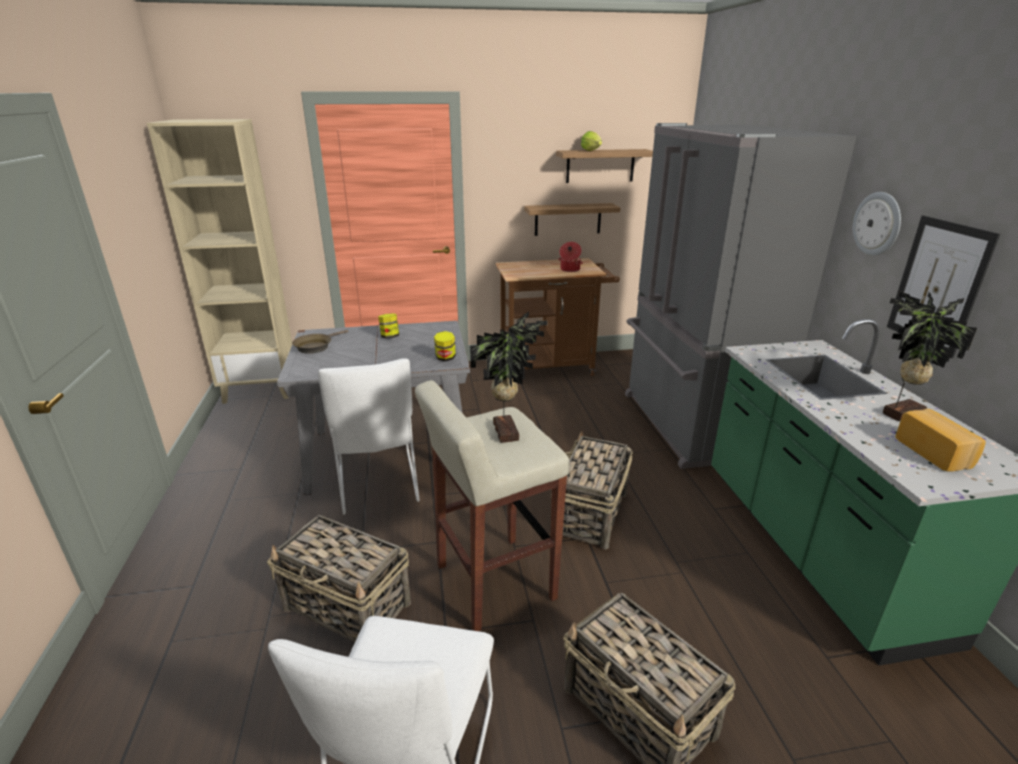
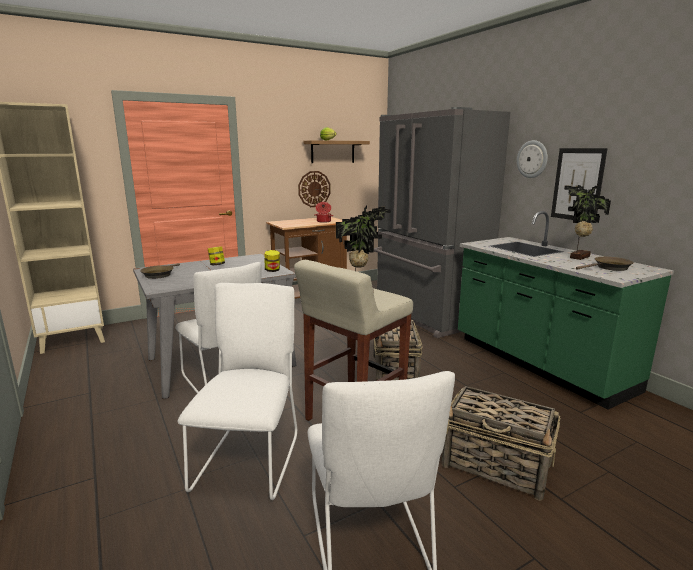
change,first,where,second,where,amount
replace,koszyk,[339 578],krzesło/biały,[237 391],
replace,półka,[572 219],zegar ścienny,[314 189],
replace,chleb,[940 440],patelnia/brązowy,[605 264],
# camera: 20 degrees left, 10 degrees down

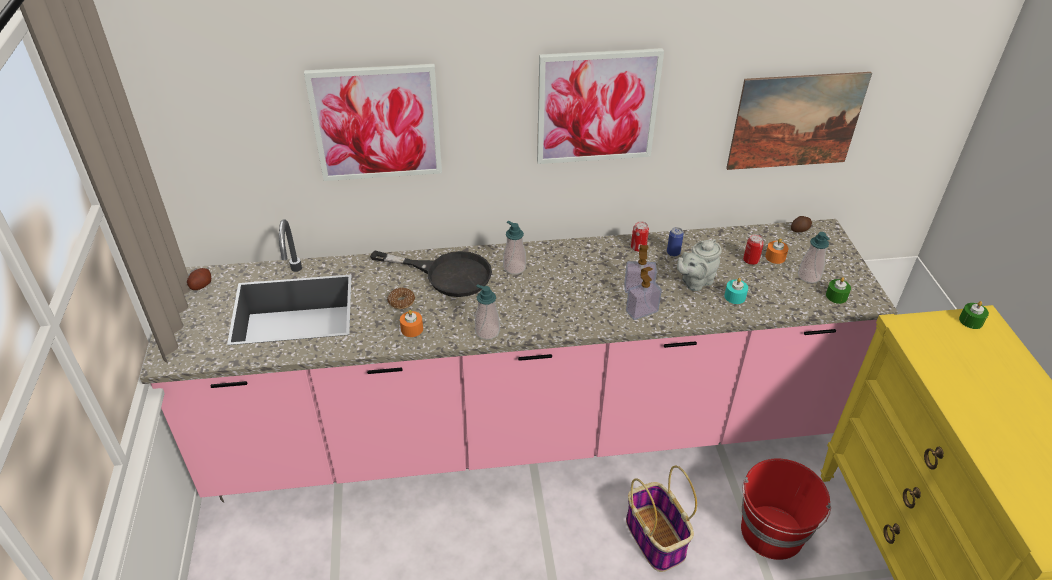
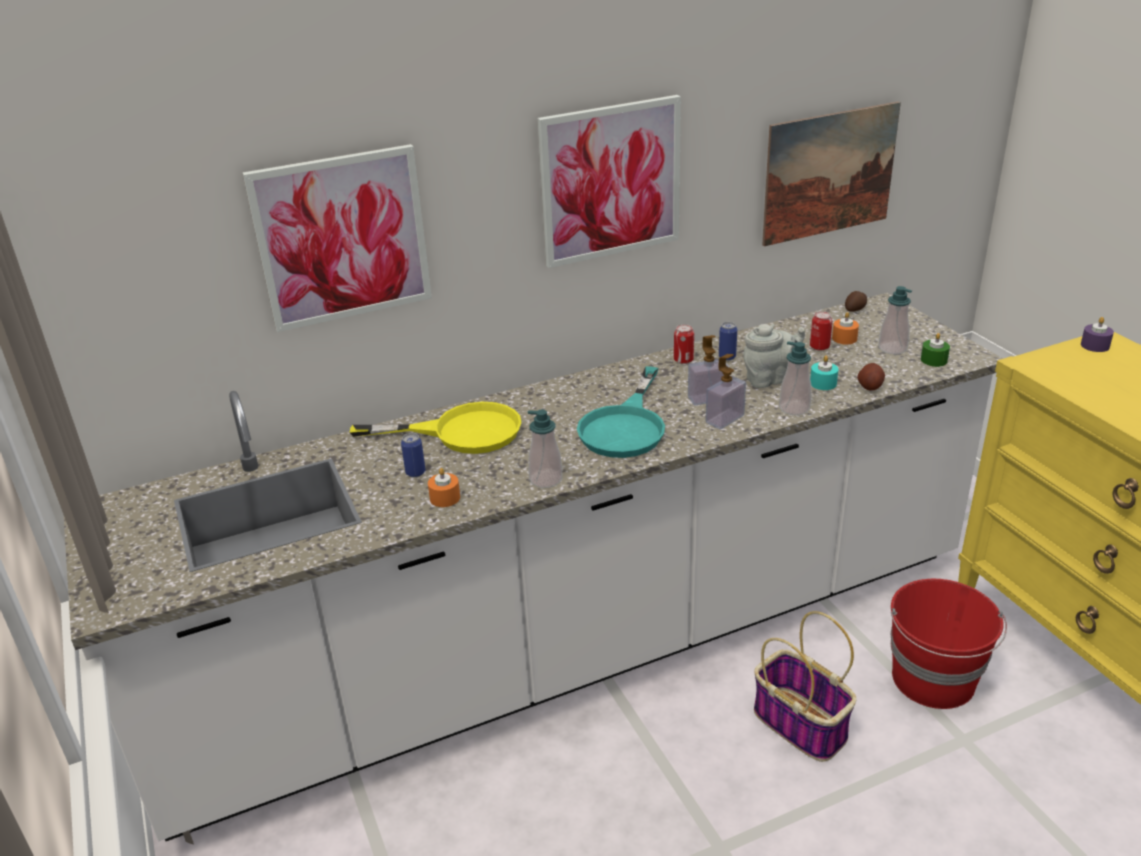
change,first,where,second,where,amount
recolor,zabudowa kuchenna/różowy,[519 358],zabudowa kuchenna/biały,[533 567],
move,ziemniak,[199 279],,[871 377],
recolor,patelnia/czarny,[431 273],patelnia/żółty,[436 428],
replace,donut,[401 298],puszka,[413 455],
move,dozownik mydła,[514 247],,[795 378],
rotate,imbryk/szary,[699 265],,[774 356],150 degrees counterclockwise
recolor,świeca/zielony,[974 315],świeca/fioletowy,[1097 334],
insert,,,patelnia/turkusowy,[621 412],
# camera: 15 degrees left, 10 degrees down

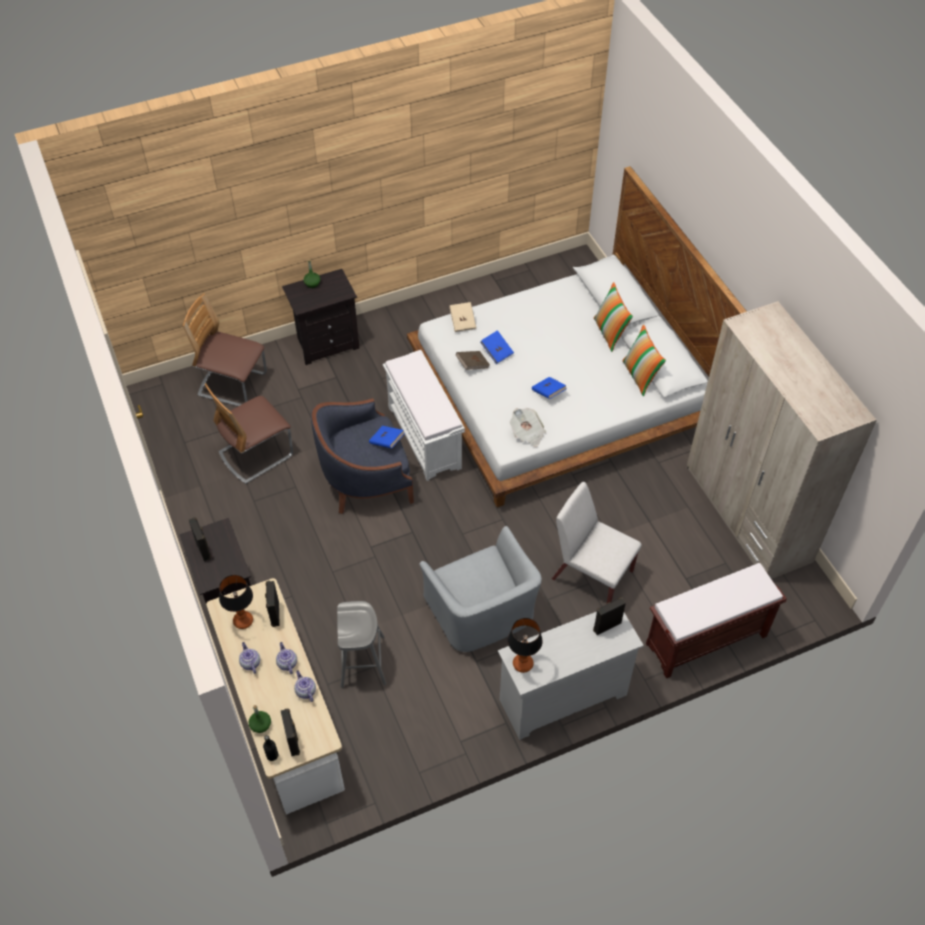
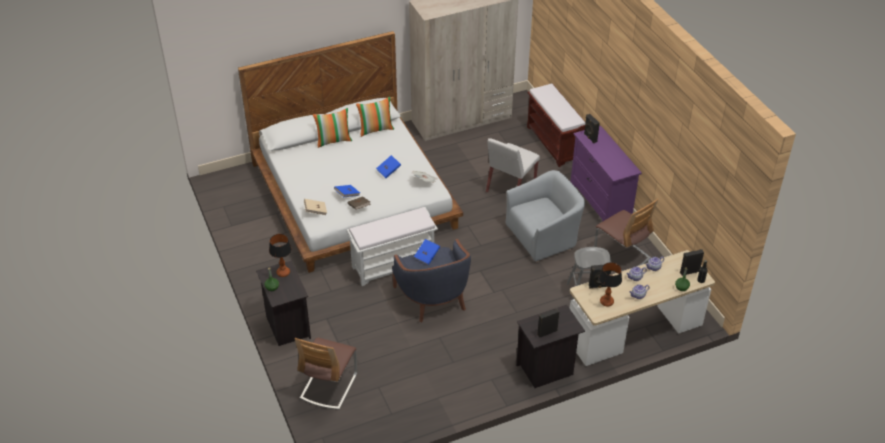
change,first,where,second,where,amount
move,krzesło,[249 433],,[626 235],
recolor,komoda/biały,[571 676],komoda/fioletowy,[606 173],
move,lampa stołowa,[525 645],,[280 255],
# camera: 90 degrees left, 10 degrees down

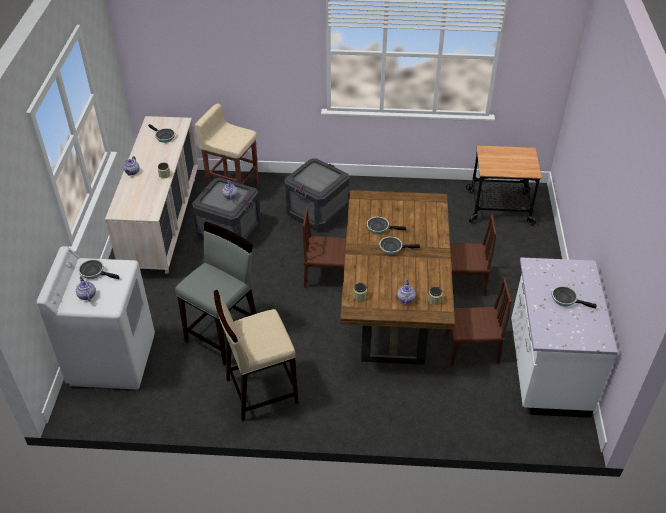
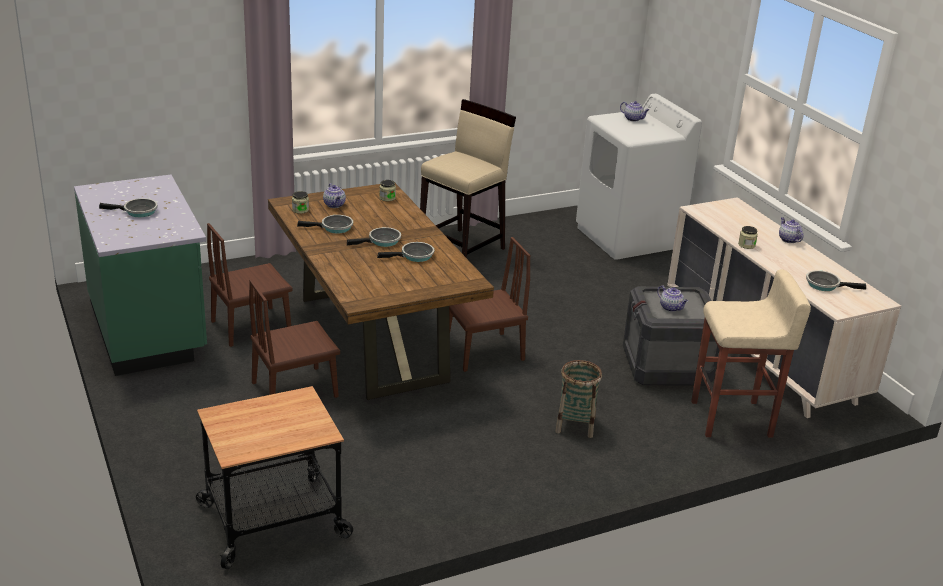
change,first,where,second,where,amount
move,patelnia,[98 269],,[325 224],
delete,stołek/szary,[215 293],,,
replace,skrzynka,[316 194],koszyk,[578 399],
recolor,zabudowa kuchenna/biały,[564 338],zabudowa kuchenna/zielony,[140 275],
# camera: 150 degrees right, 15 degrees down

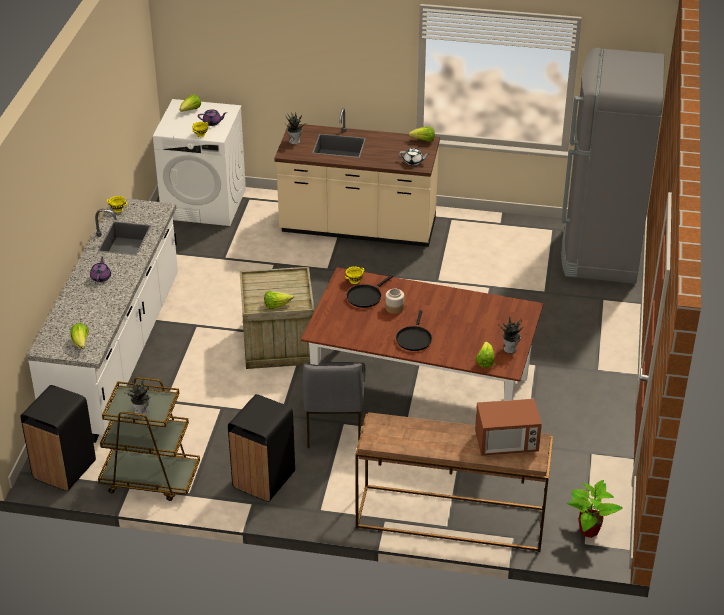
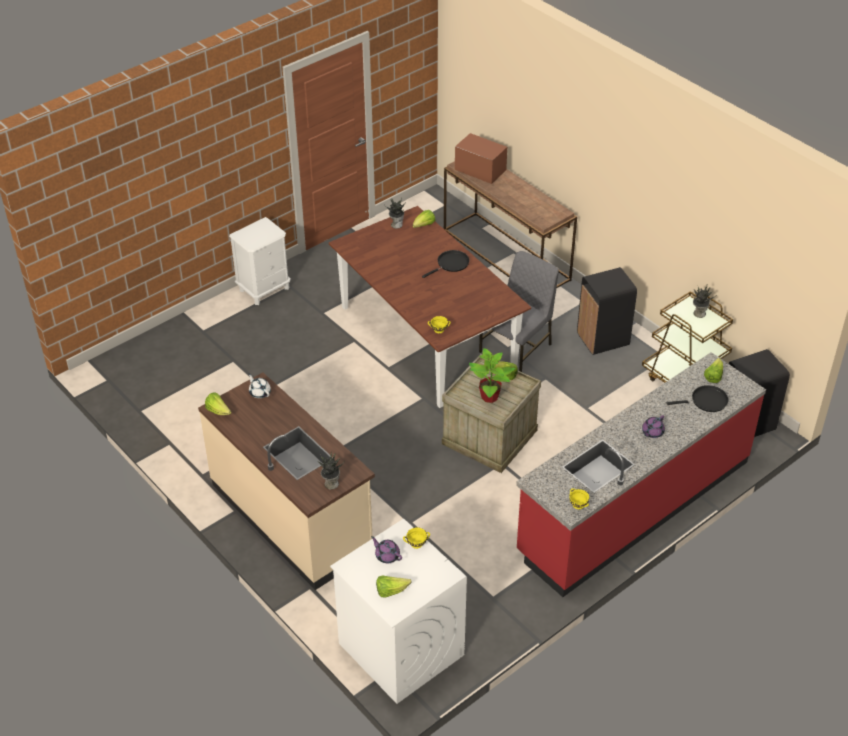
change,first,where,second,where,amount
recolor,zabudowa kuchenna/biały,[102 320],zabudowa kuchenna/czerwony,[641 474],
move,patelnia/czarny,[370 291],,[698 398],
delete,słoik,[394 301],,,
delete,lodówka/szary,[613 166],,,
move,roślina doniczkowa,[595 509],,[492 375],
insert,,,szafka nocna/biały,[260 261],
# camera: 140 degrees left, 5 degrees up

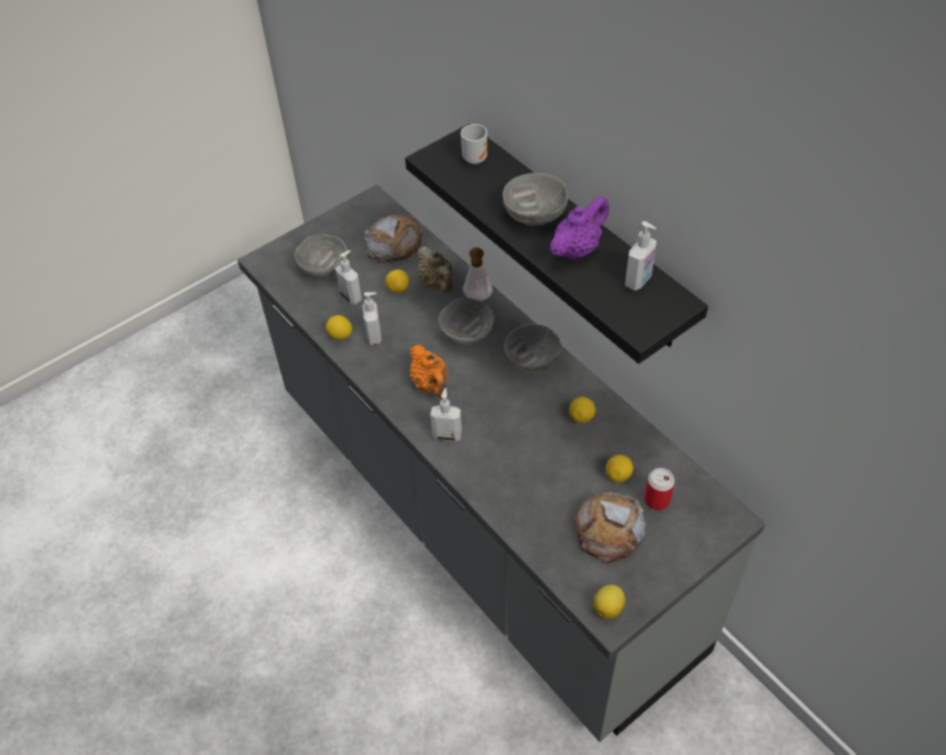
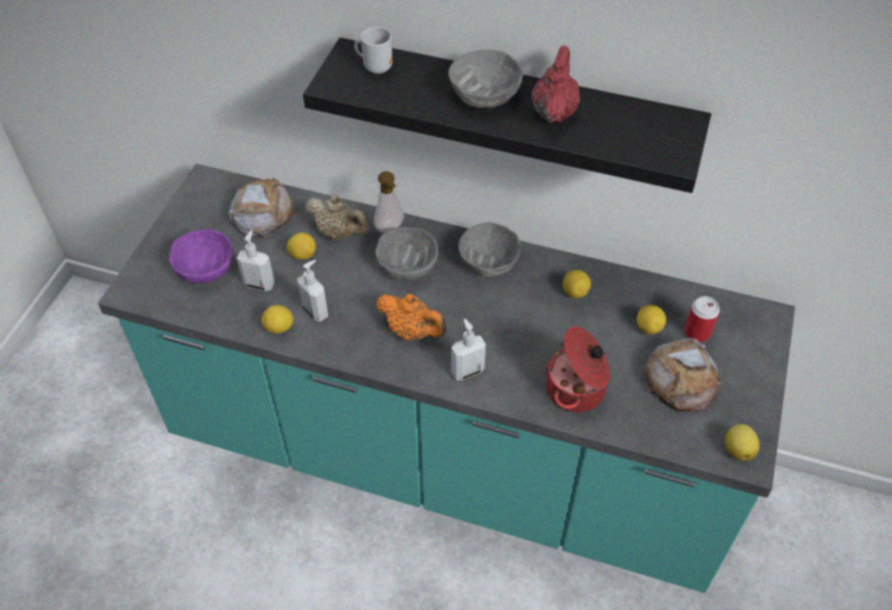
change,first,where,second,where,amount
recolor,zabudowa kuchenna/szary,[501 463],zabudowa kuchenna/turkusowy,[446 378],
recolor,miska/szary,[321 256],miska/fioletowy,[201 256],
recolor,imbryk/fioletowy,[579 228],imbryk/czerwony,[555 84],
delete,dozownik mydła,[640 256],,,
insert,,,garnek,[577 369],
# camera: 35 degrees left, 0 degrees up

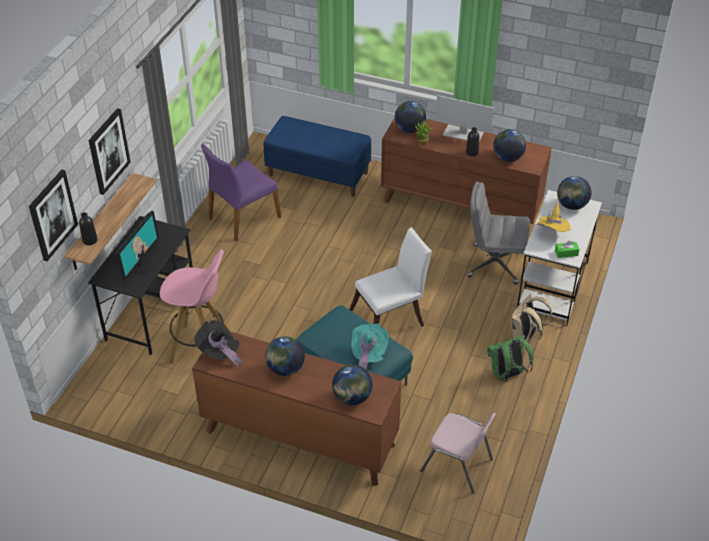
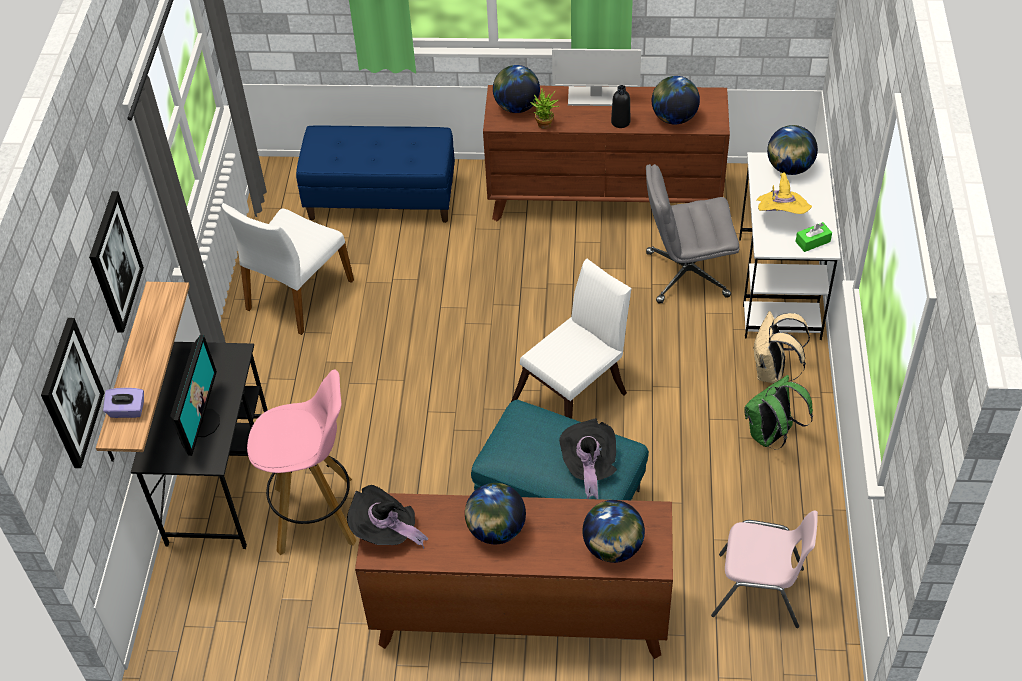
change,first,where,second,where,amount
replace,butelka/czarny,[88 228],pudełko chusteczek/fioletowy,[123 403],
recolor,krzesło/fioletowy,[241 192],krzesło/biały,[288 269],
recolor,kapelusz/turkusowy,[370 347],kapelusz/czarny,[588 458],
# camera: 15 degrees left, 5 degrees up

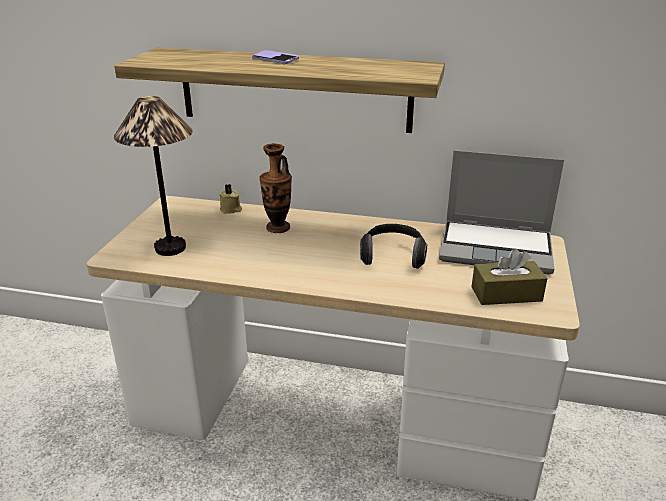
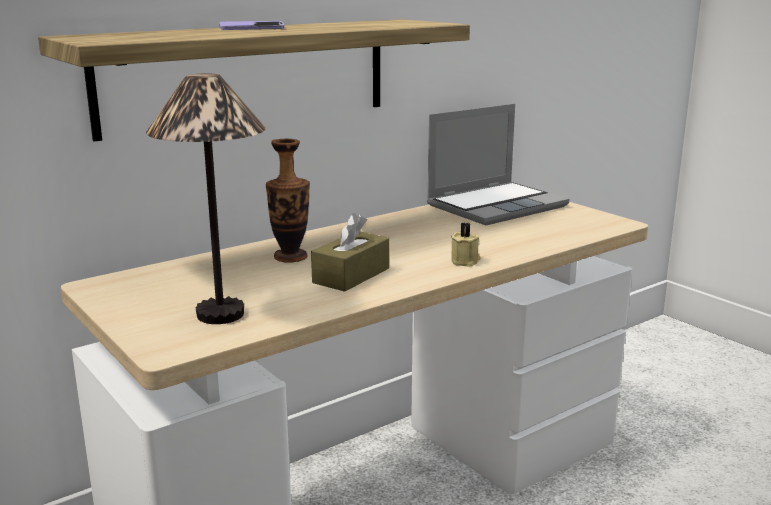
change,first,where,second,where,amount
move,świeca/beżowy,[230 199],,[466 245],
delete,słuchawki,[393 246],,,
move,pudełko chusteczek/brązowy,[509 276],,[350 252],
# camera: 50 degrees left, 10 degrees down

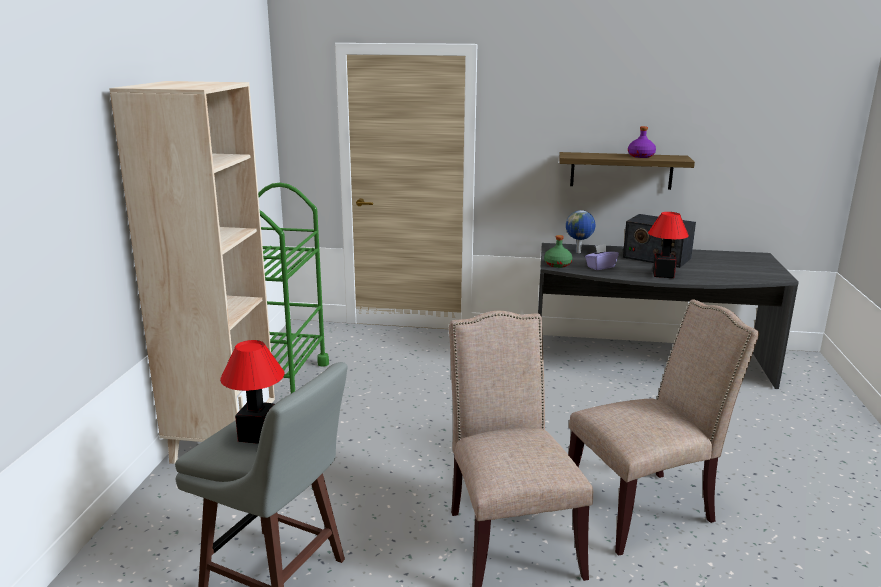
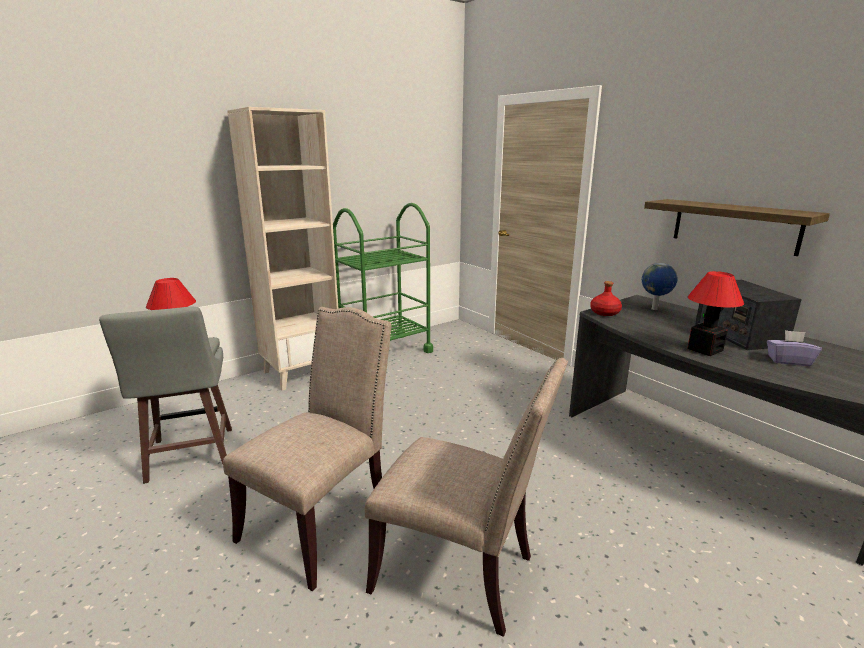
change,first,where,second,where,amount
recolor,butelka/zielony,[558 251],butelka/czerwony,[606 298],
move,pudełko chusteczek/fioletowy,[602 257],,[794 348],
delete,butelka/fioletowy,[642 142],,,
# camera: 45 degrees right, 0 degrees up

